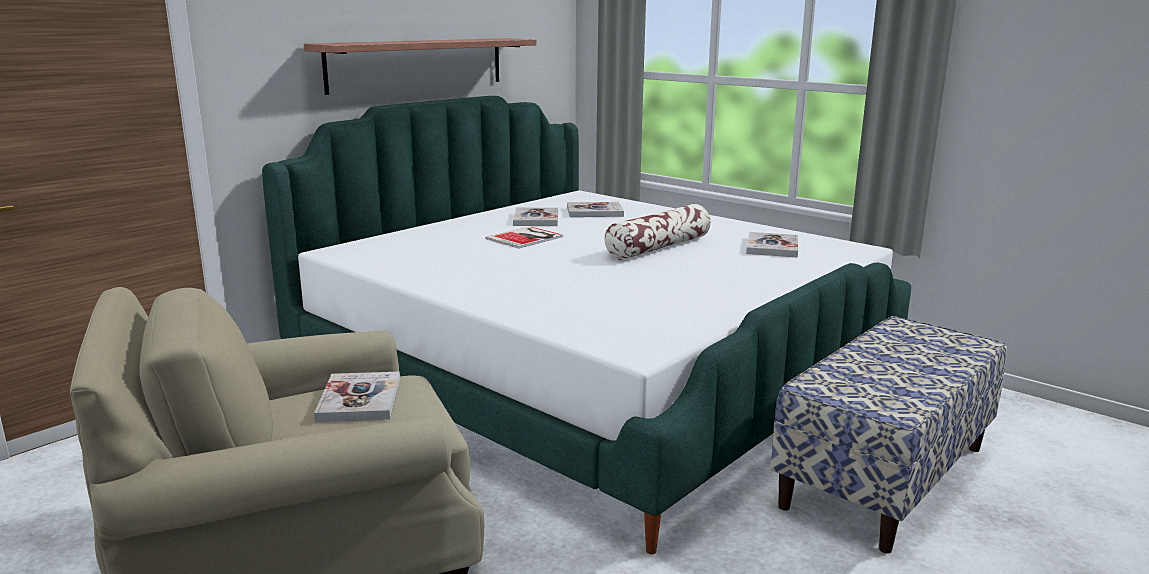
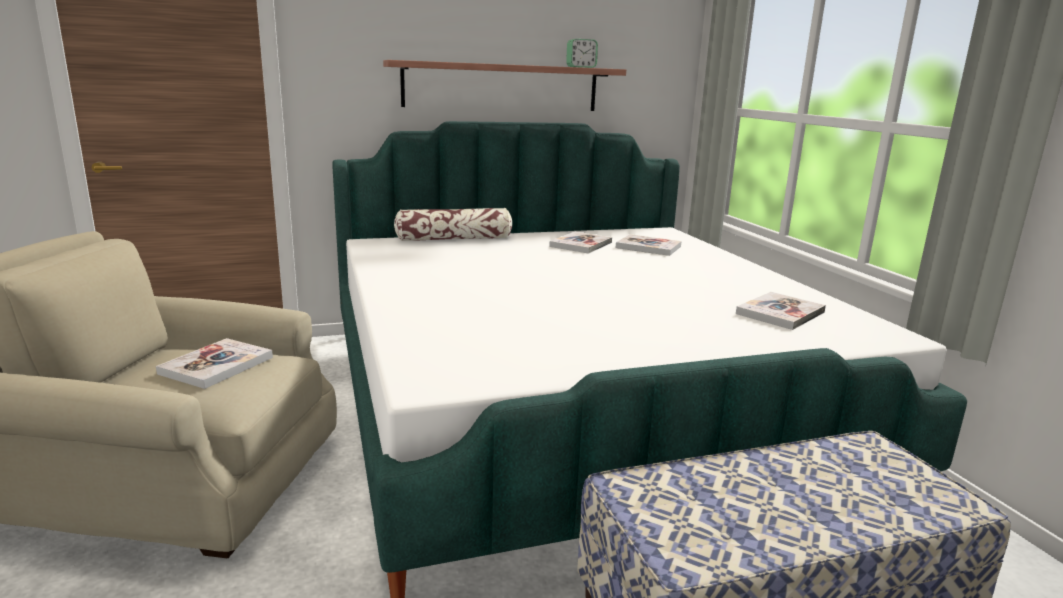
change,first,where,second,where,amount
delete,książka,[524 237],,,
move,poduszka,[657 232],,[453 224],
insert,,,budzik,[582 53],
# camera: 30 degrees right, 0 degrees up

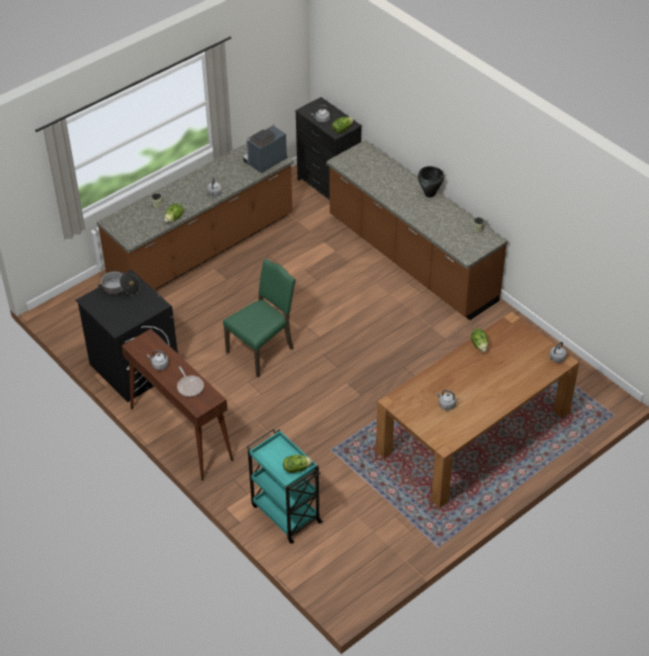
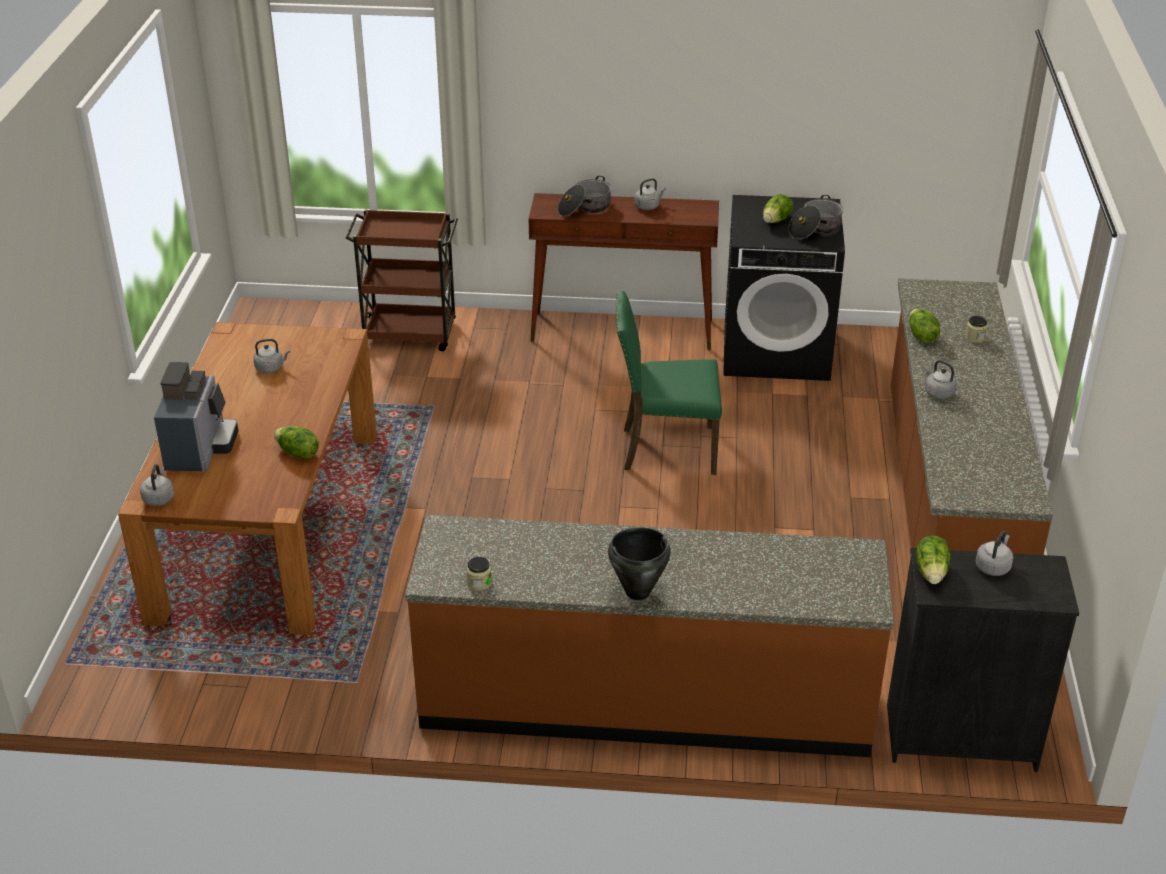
change,first,where,second,where,amount
replace,patelnia,[190 381],garnek,[585 196],
rotate,krzesło/zielony,[259 318],,[669 383],90 degrees clockwise
move,ekspres do kawy,[265 149],,[196 417],
recolor,wózek/turkusowy,[284 486],wózek/brązowy,[402 280],
move,sałata,[297 464],,[778 208],
# camera: 135 degrees right, 10 degrees down

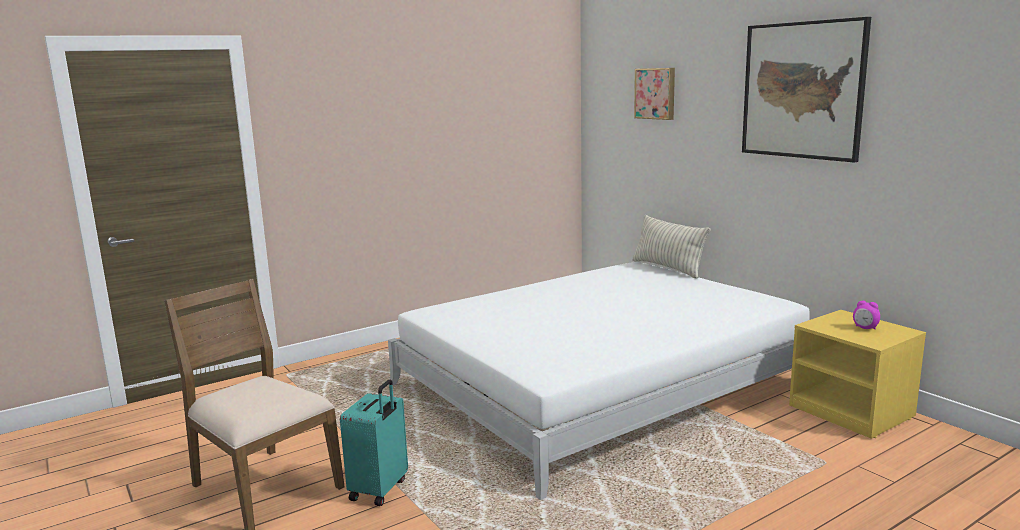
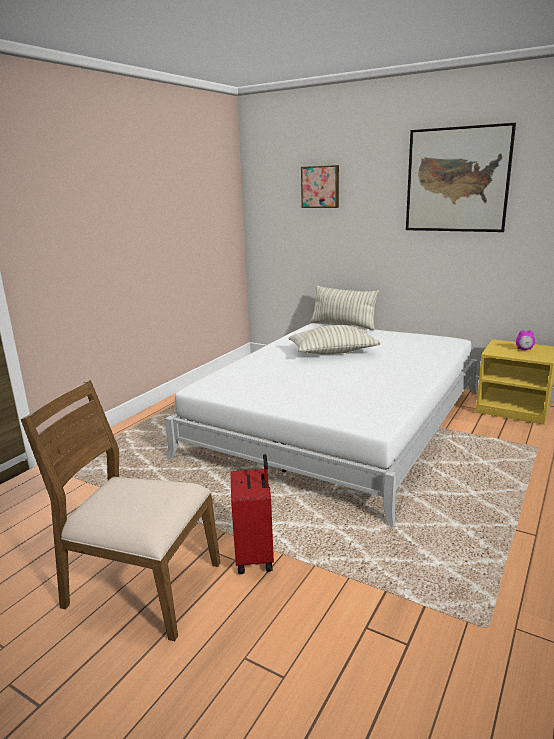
change,first,where,second,where,amount
recolor,walizka/turkusowy,[374 443],walizka/czerwony,[252 514],
insert,,,poduszka,[335 340],
# camera: 25 degrees left, 5 degrees up

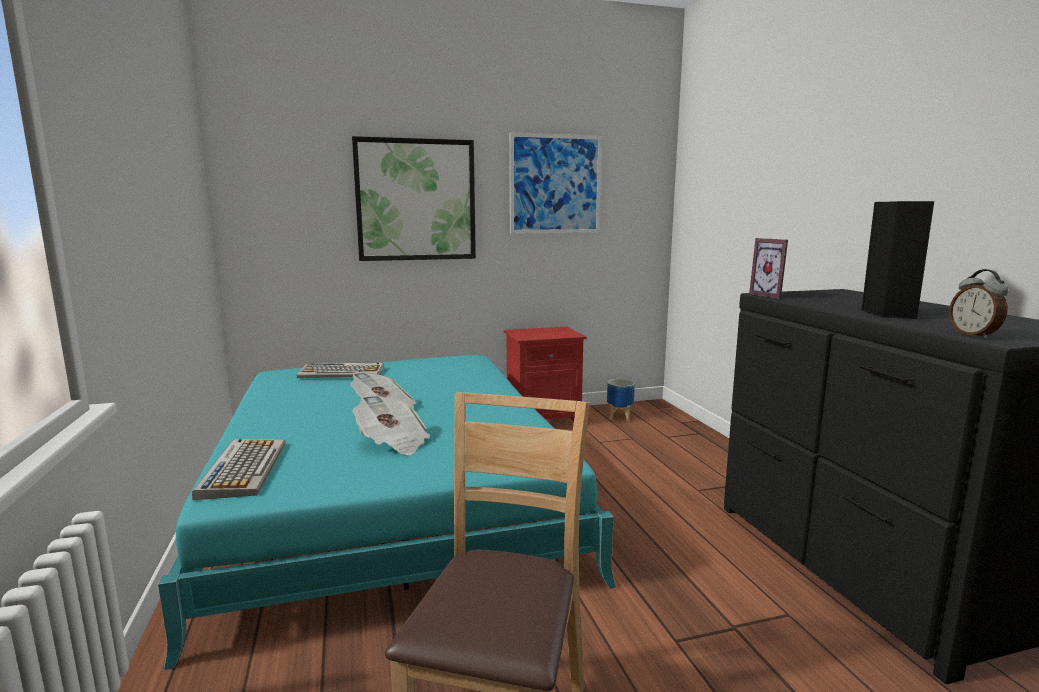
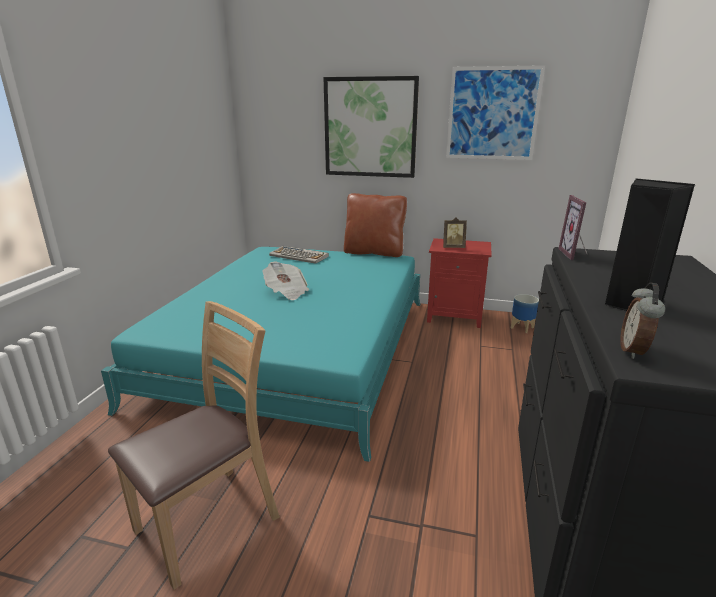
change,first,where,second,where,amount
delete,klawiatura,[238 469],,,
delete,gazeta,[391 425],,,
insert,,,poduszka/brązowy,[375 225],
insert,,,ramka na zdjęcie,[455 232],
# camera: 30 degrees right, 10 degrees up

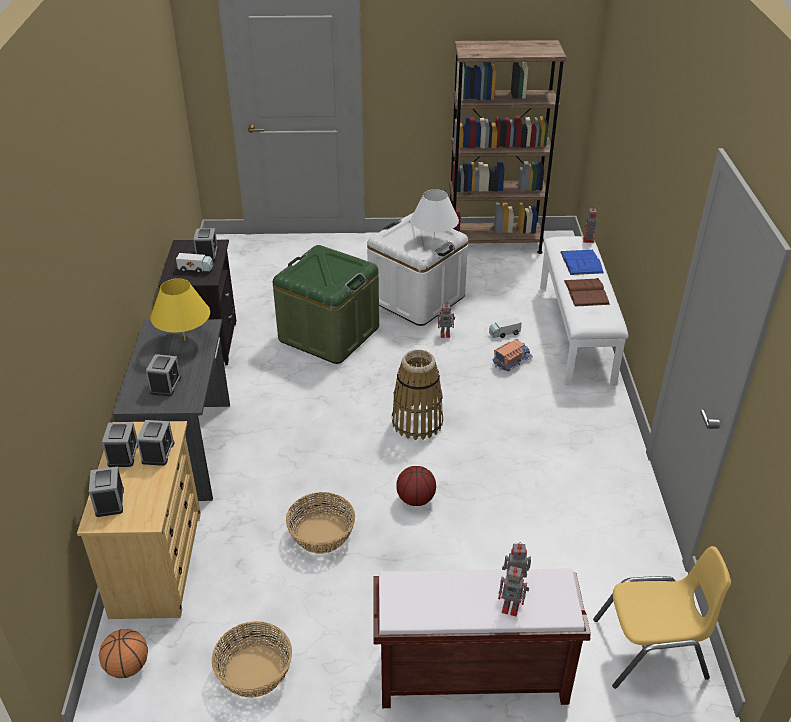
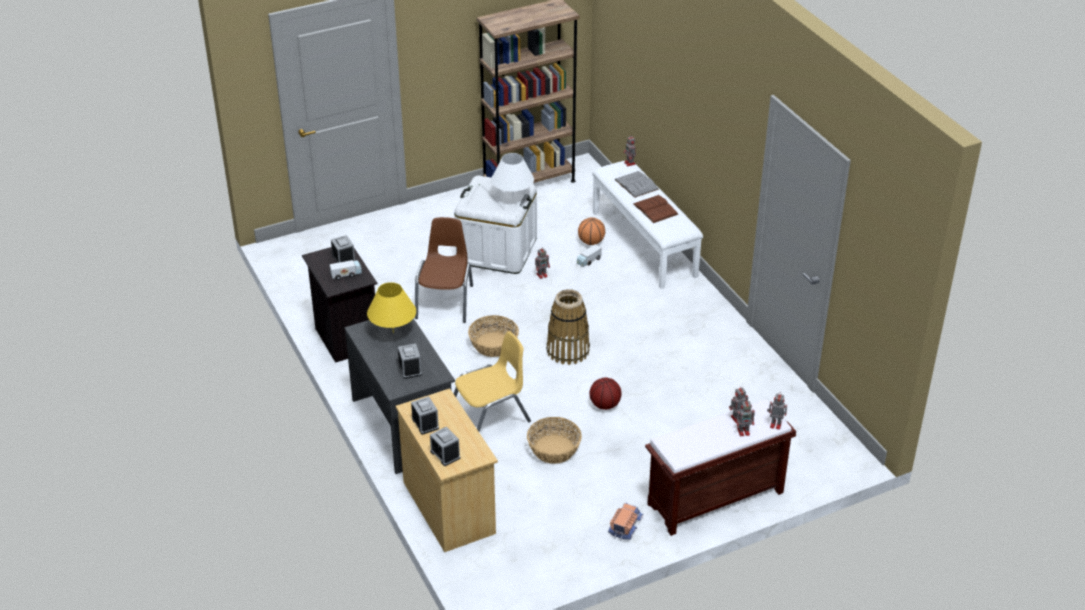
change,first,where,second,where,amount
move,piłka do koszykówki,[123 653],,[591 231],
delete,budzik,[155 443],,,
move,koszyk,[252 659],,[493 336],
replace,pojemnik do przechowywania/zielony,[326 304],krzesło/brązowy,[444 270],
move,ciężarówka zabawkowa,[513 355],,[626 522],
recolor,książka/niebieski,[582 262],książka/szary,[637 184],
move,krzesło/żółty,[662 617],,[492 381],
insert,,,robot zabawkowy,[777 412],
# camera: 25 degrees left, 0 degrees up

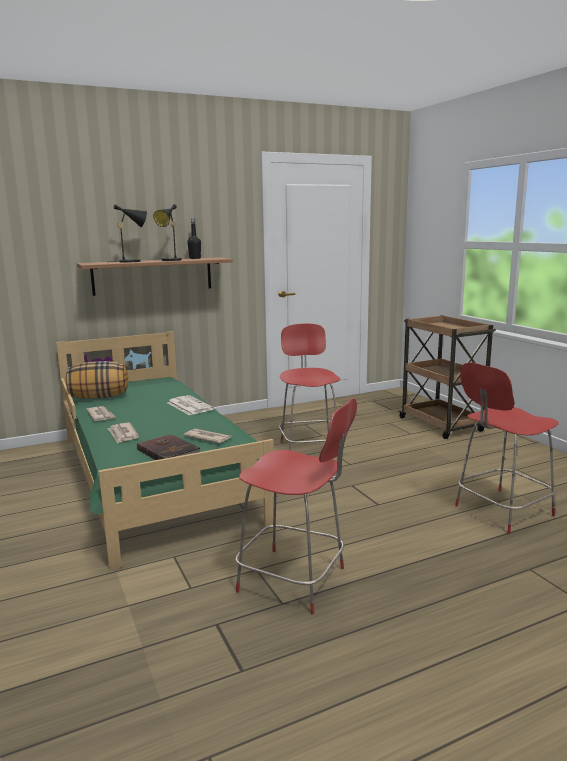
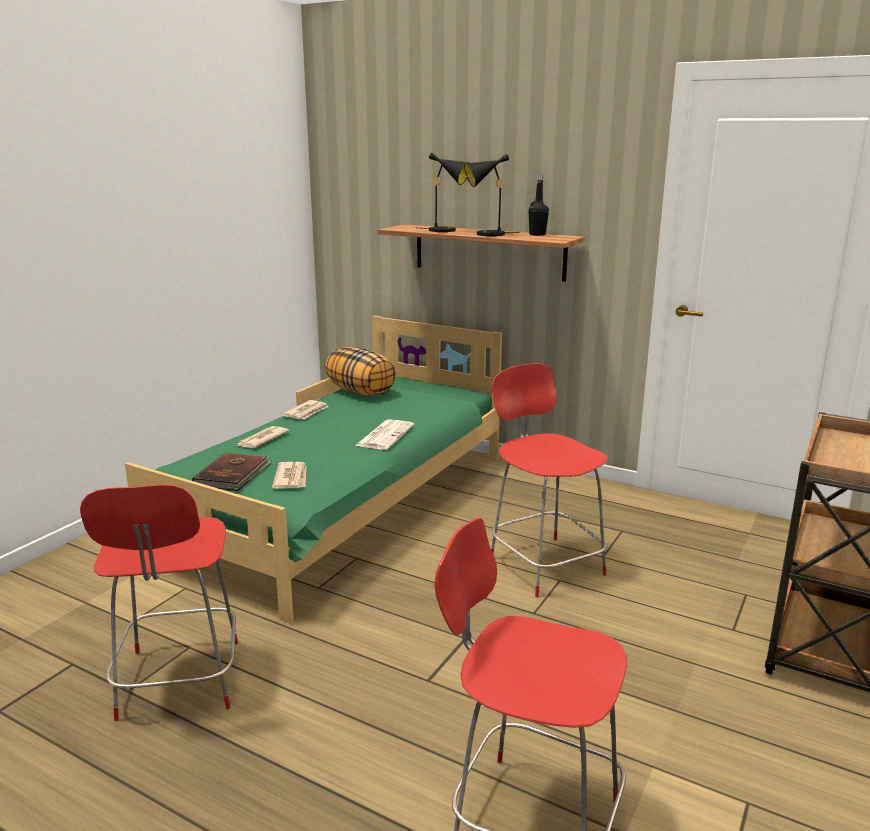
change,first,where,second,where,amount
rotate,krzesło/czerwony,[309 387],,[549 480],75 degrees counterclockwise
# camera: 55 degrees right, 5 degrees up

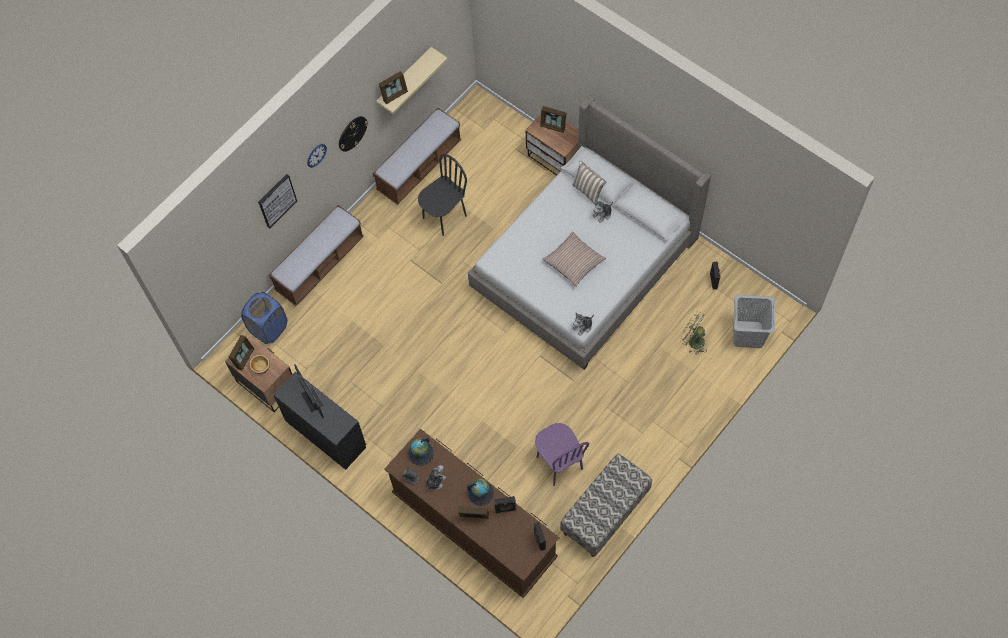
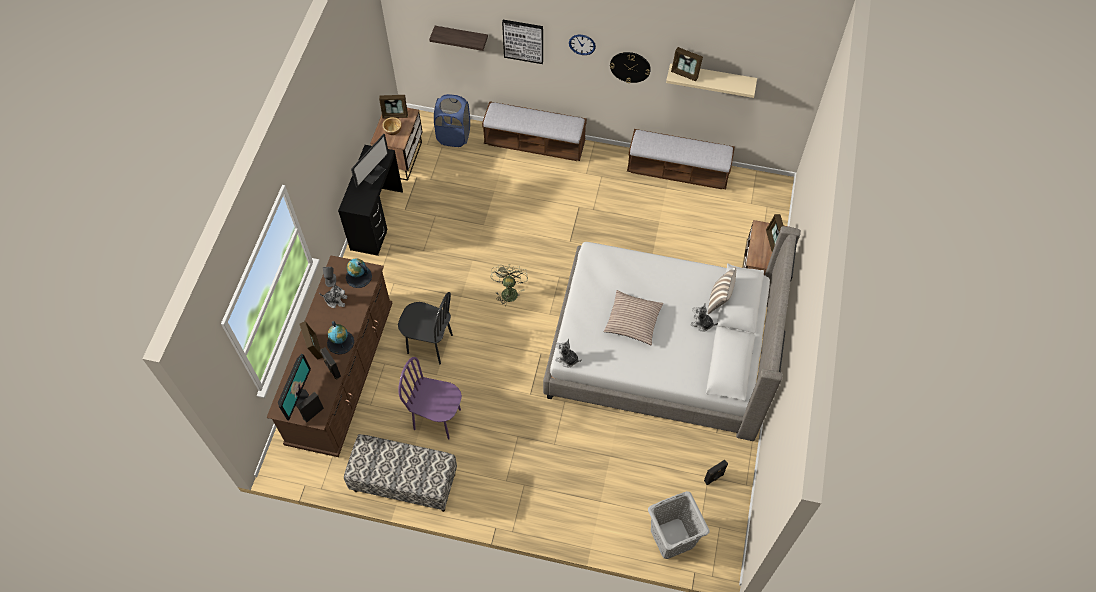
change,first,where,second,where,amount
move,krzesło/czarny,[442 195],,[425 328],
rotate,krzesło/fioletowy,[562 454],,[430 398],75 degrees clockwise
move,wentylator/zielony,[693 333],,[509 285],
insert,,,monitor,[294 387],
insert,,,półka,[458 38],
# camera: 60 degrees right, 5 degrees down

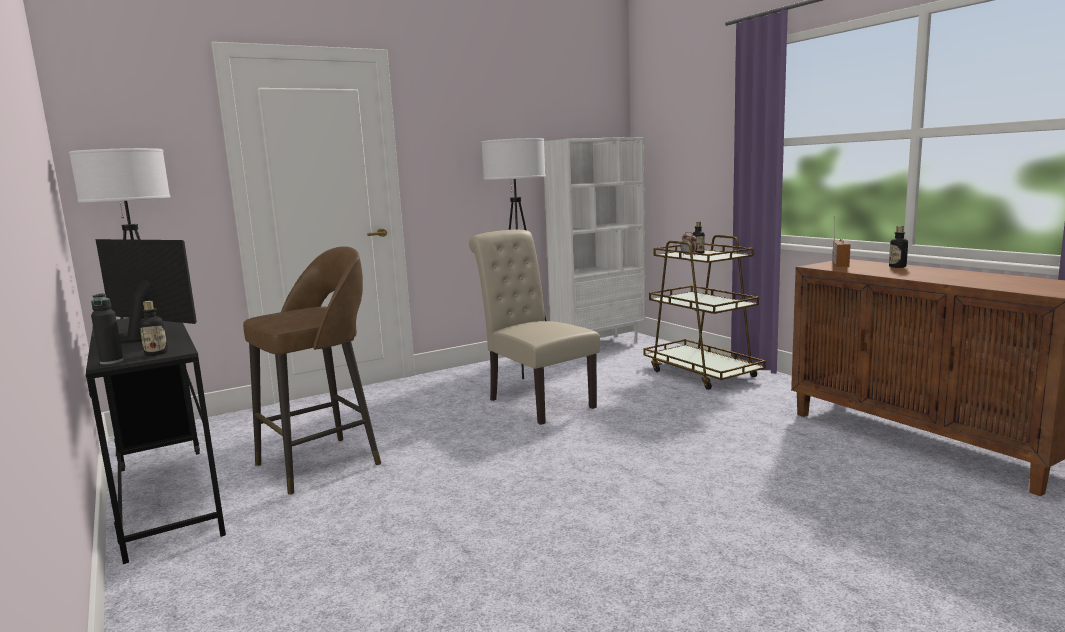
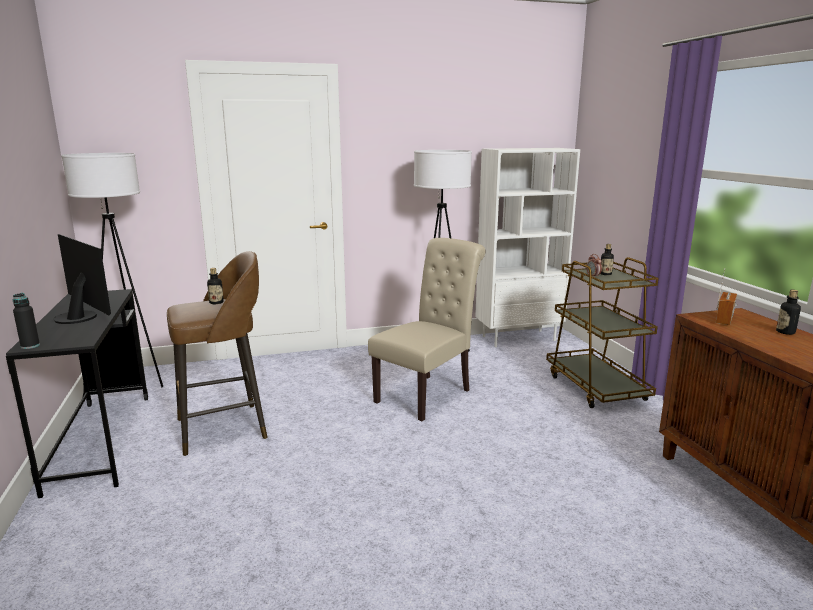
change,first,where,second,where,amount
move,butelka,[153 328],,[215 286],
rotate,krzesło/beżowy,[534 327],,[427 329],60 degrees clockwise
# camera: 15 degrees right, 5 degrees up

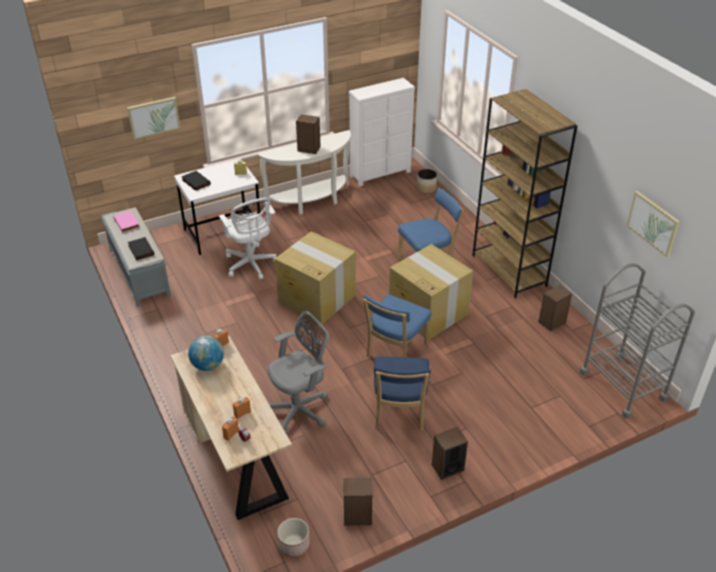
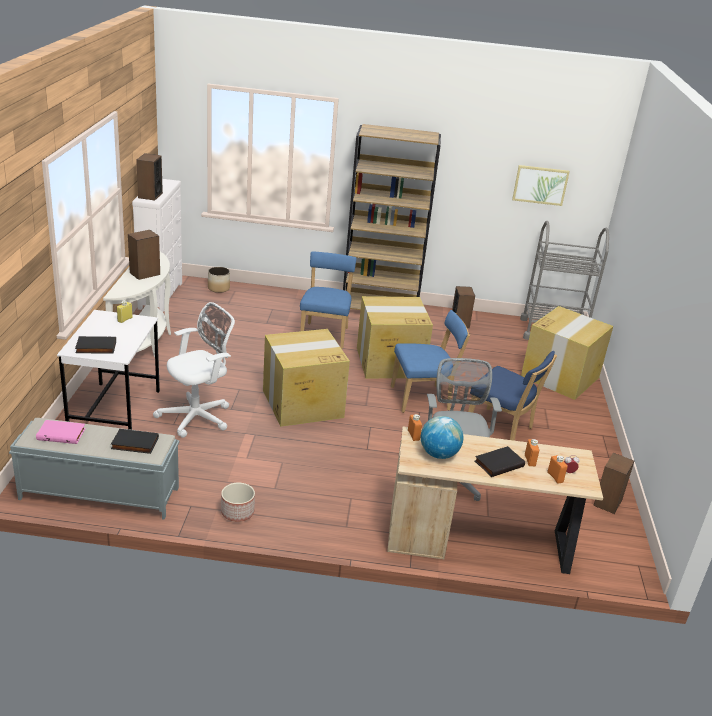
change,first,where,second,where,amount
delete,obraz,[154 118],,,
rotate,krzesło biurowe/biały,[247 239],,[194 370],45 degrees counterclockwise
move,donica,[293 537],,[238 502],
rotate,krzesło/niebieski,[397 326],,[430 361],75 degrees counterclockwise
move,głośnik,[450 453],,[149 176],
insert,,,książka/czarny,[500 461],
insert,,,karton,[567 353],
# camera: 60 degrees left, 10 degrees down

